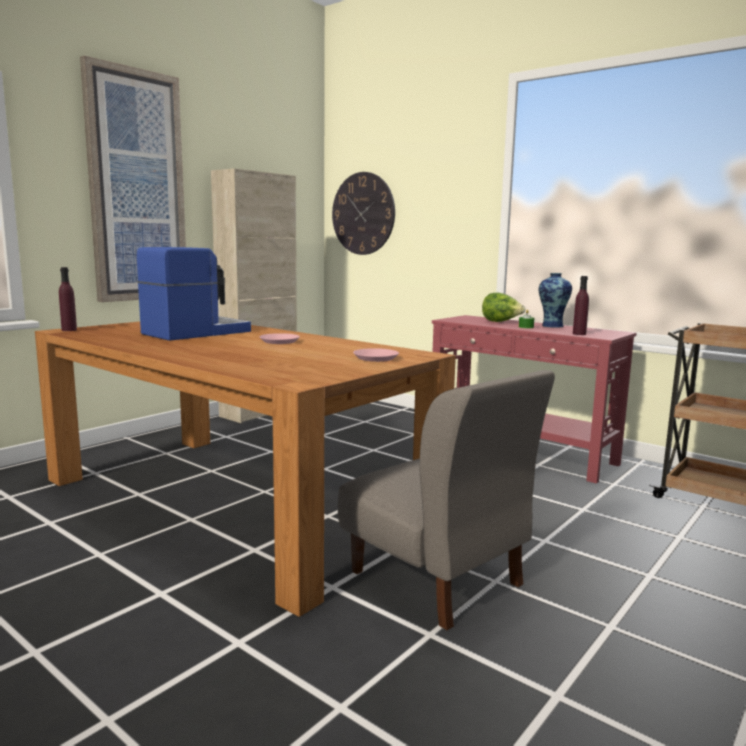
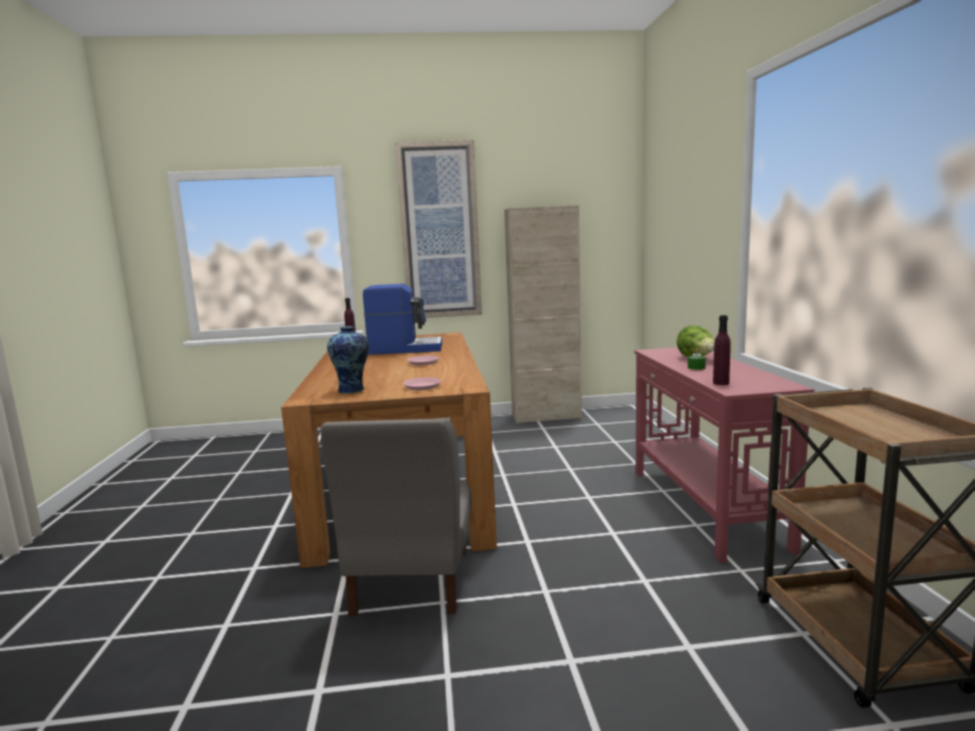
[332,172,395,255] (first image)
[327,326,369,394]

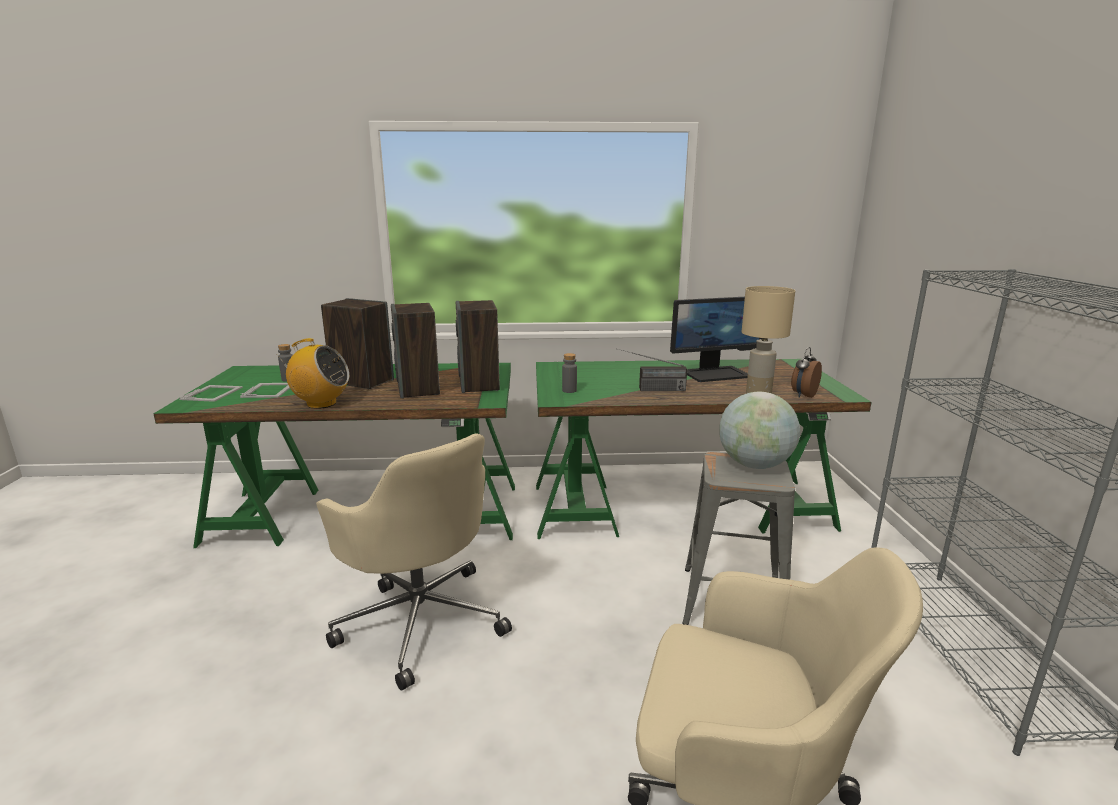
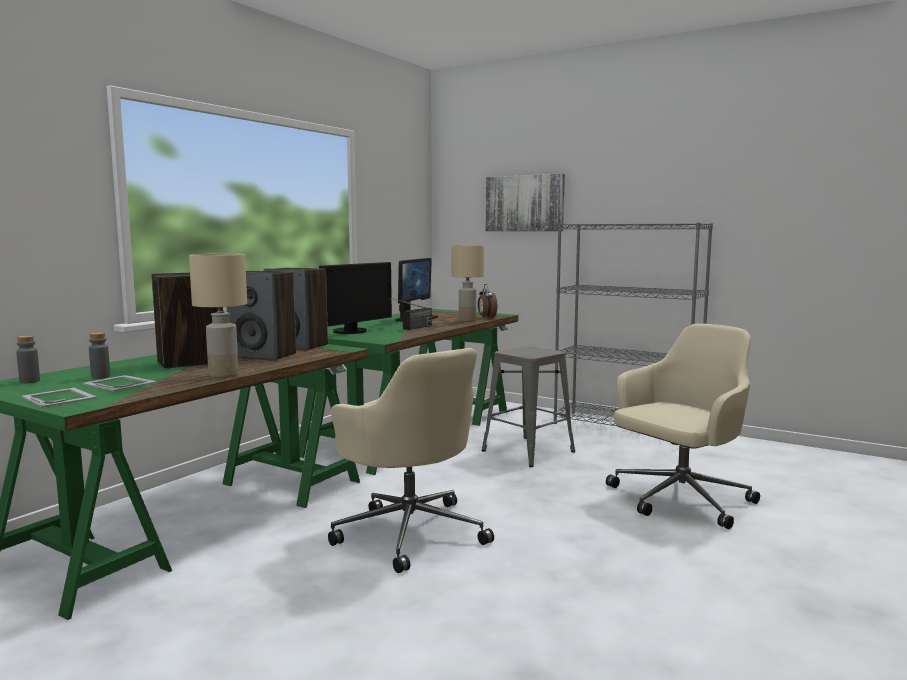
[719,392,800,469] (first image)
[319,262,392,334]
[486,174,565,231]
[16,335,40,383]
[189,254,247,378]
[328,348,494,573]

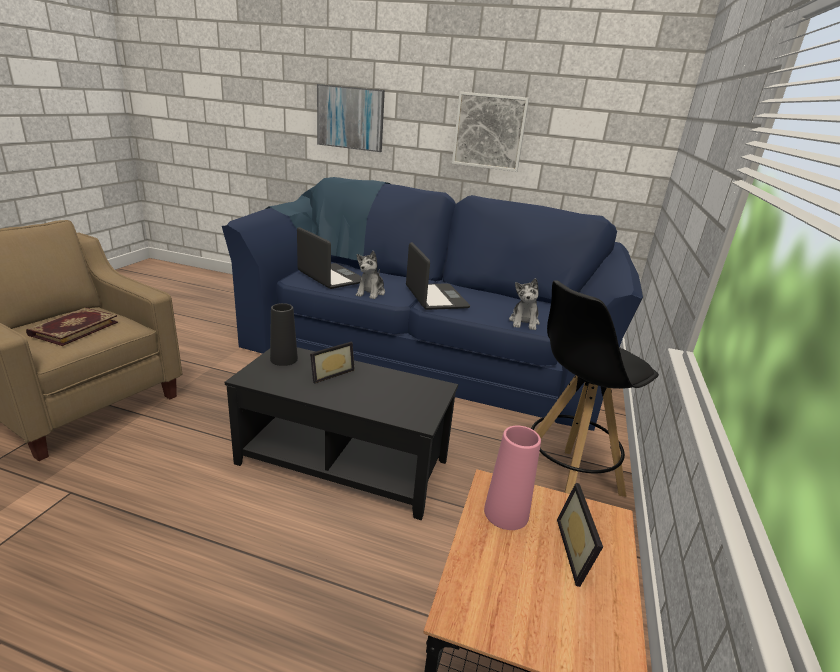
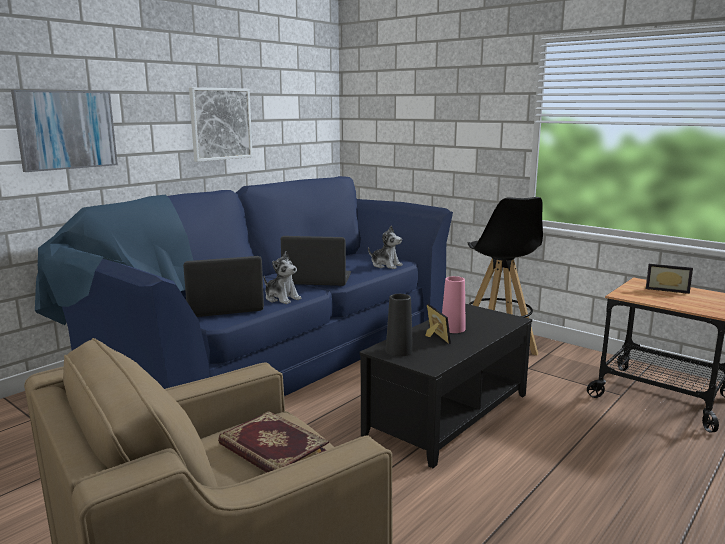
[442,276,466,333]

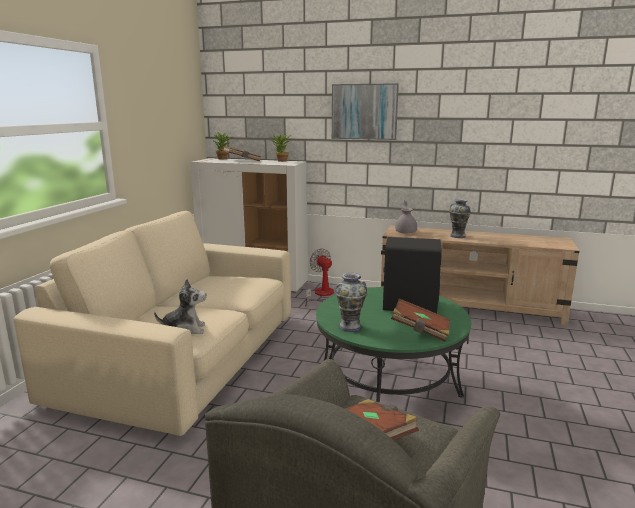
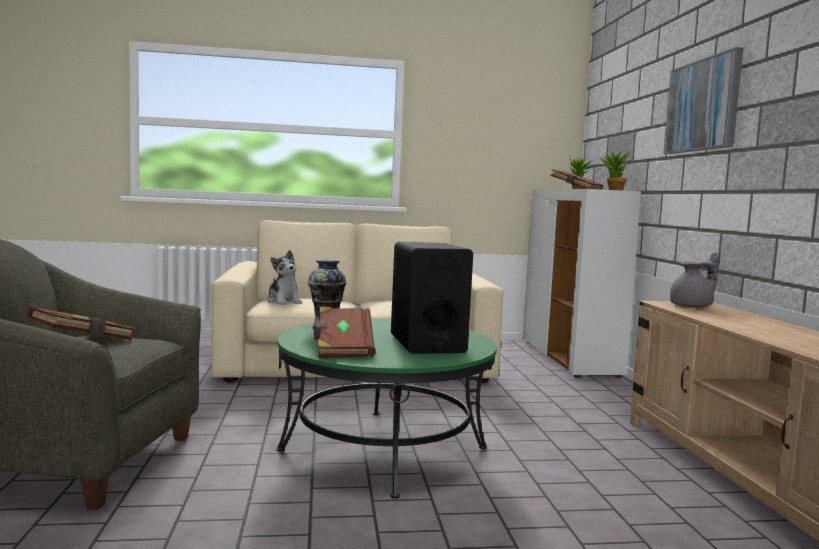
[305,248,334,306] (first image)
[449,199,471,238] (first image)

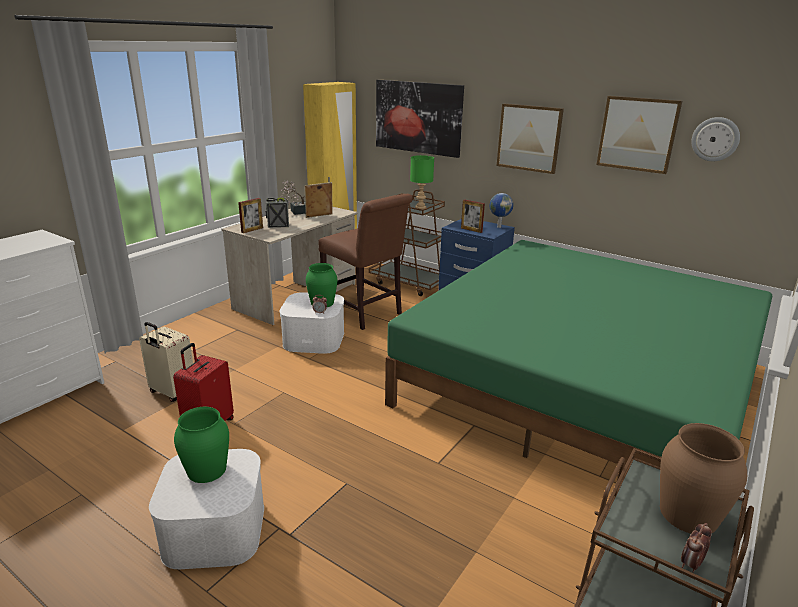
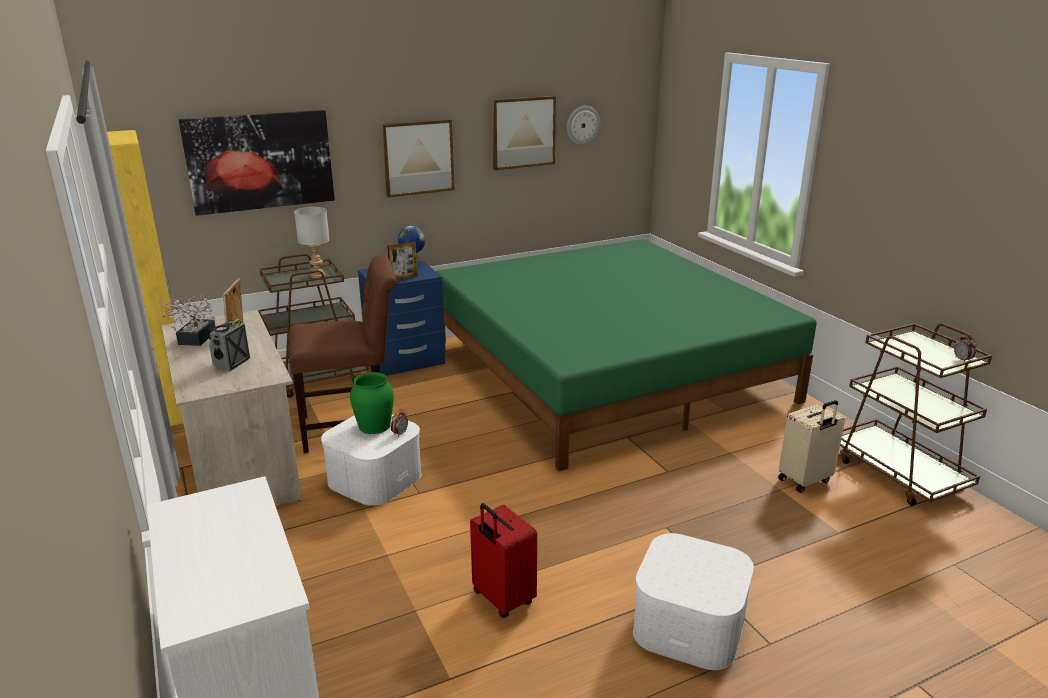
[174,407,229,483] (first image)
[238,198,263,233] (first image)
[660,423,747,534] (first image)
[778,400,845,493]
[294,207,330,278]

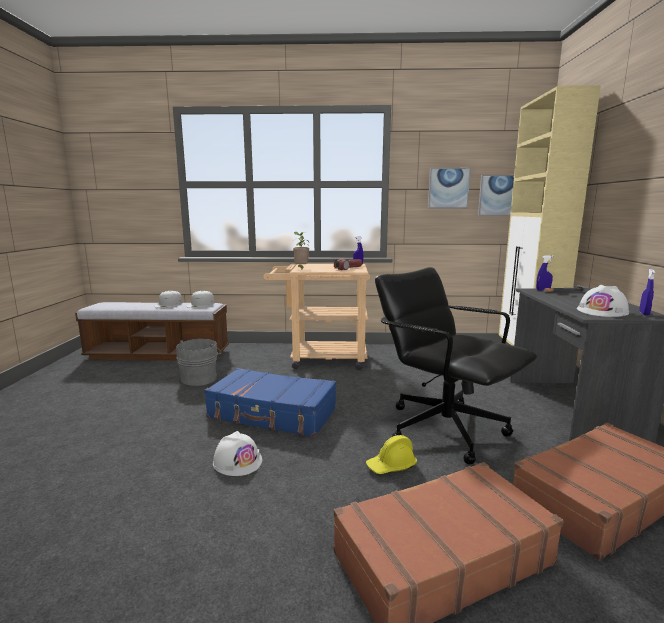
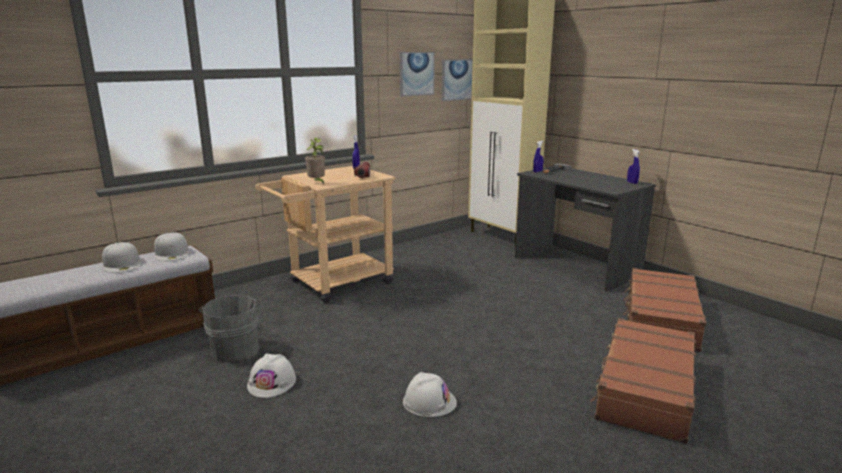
[204,368,336,437] (first image)
[366,435,417,474] (first image)
[375,267,537,464] (first image)
[247,354,296,398]

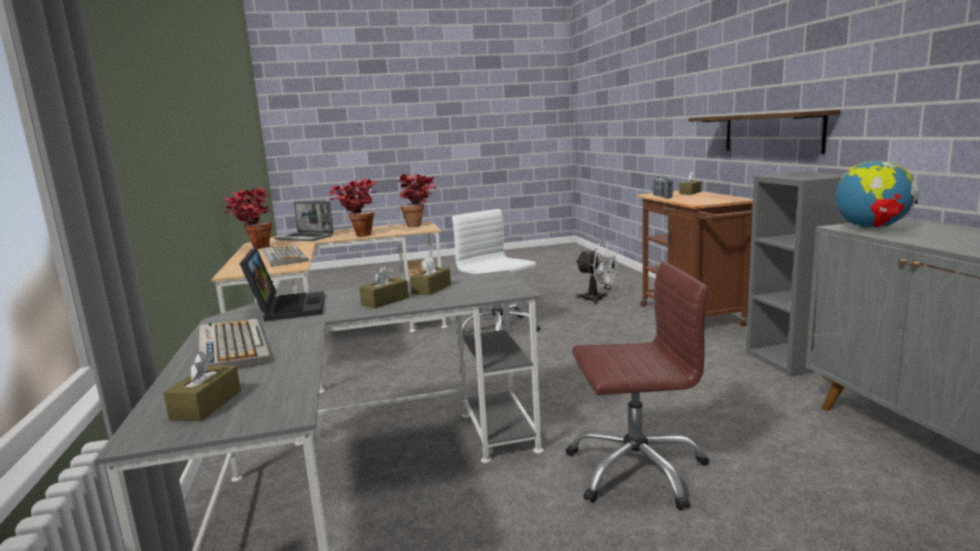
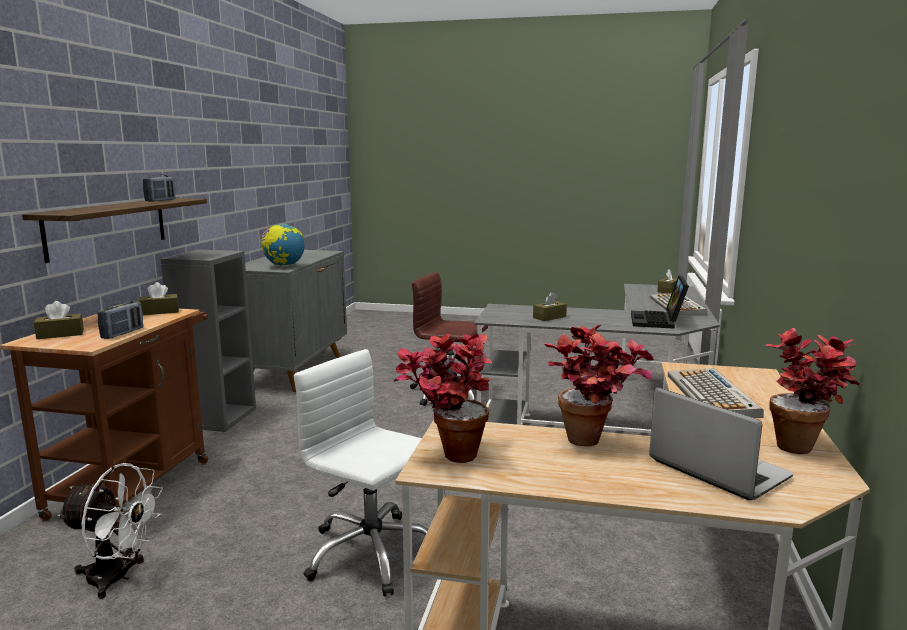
[143,174,176,202]
[139,282,179,315]
[294,349,428,596]
[57,463,163,599]

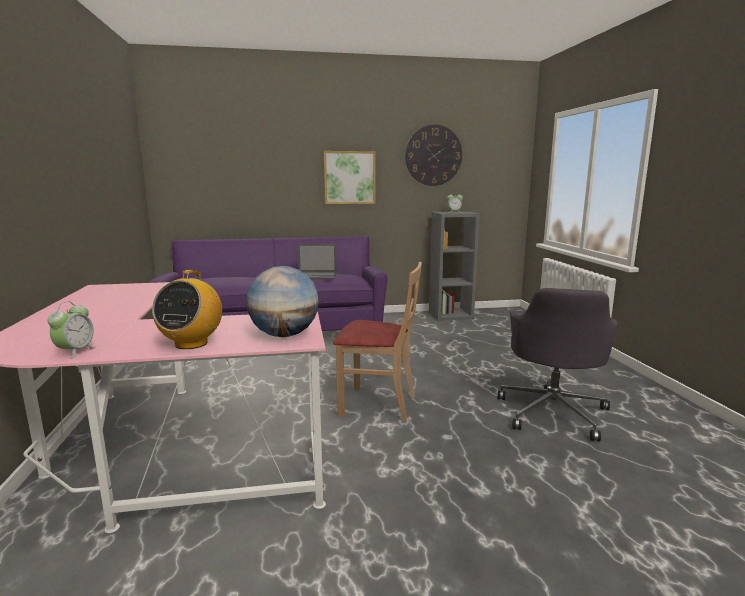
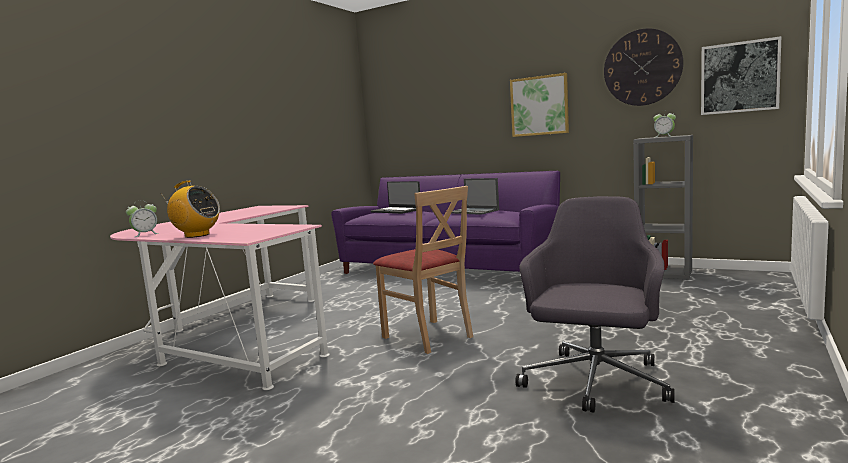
[246,266,319,337] (first image)
[371,181,420,214]
[701,36,781,115]
[160,181,220,238]
[516,196,675,413]

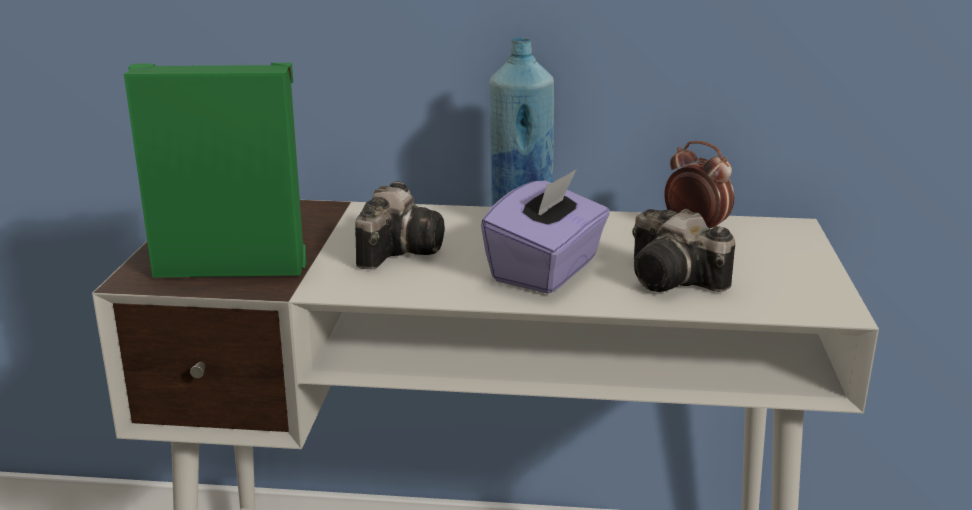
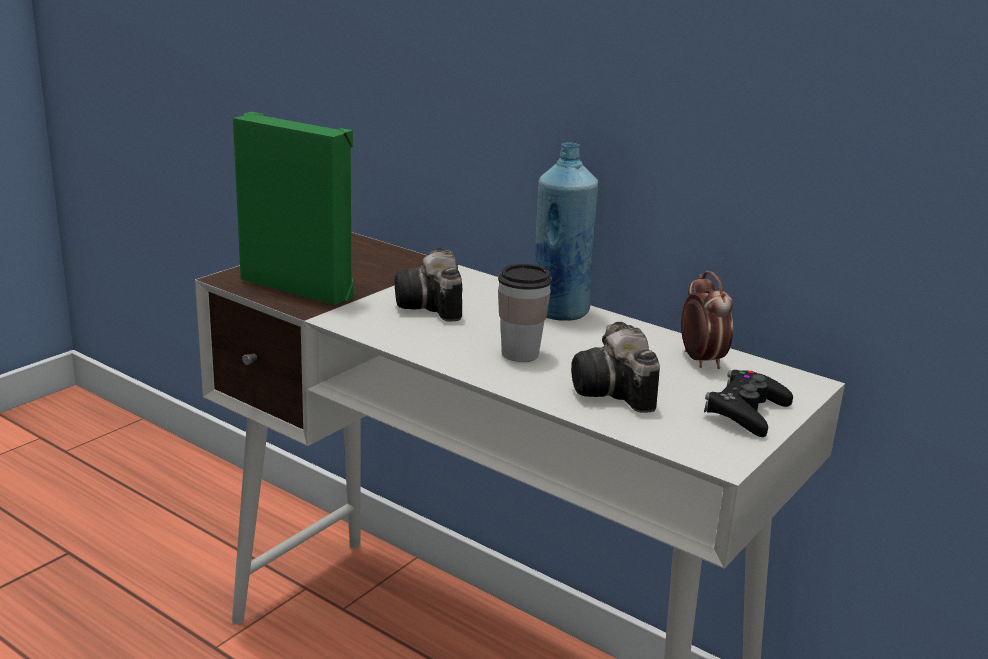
[704,370,793,437]
[498,264,552,362]
[395,248,462,321]

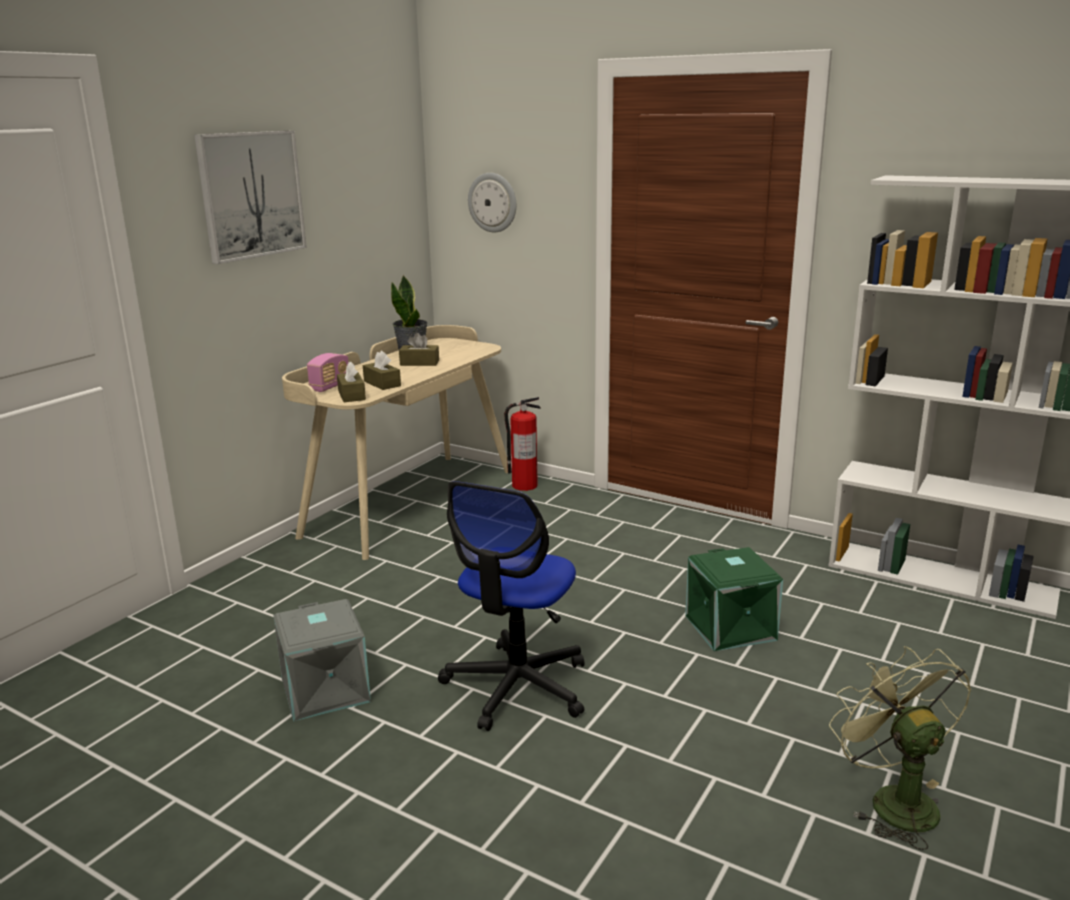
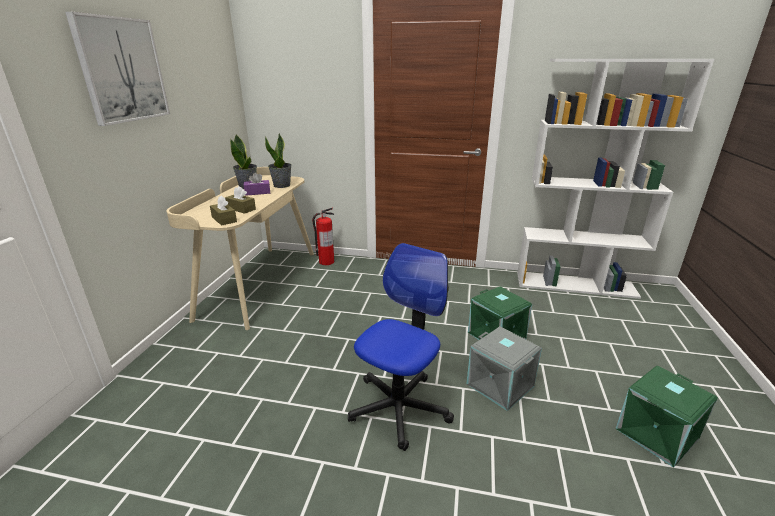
[307,353,349,392] (first image)
[468,173,516,233] (first image)
[265,133,291,188]
[466,326,542,411]
[615,366,718,468]
[244,173,270,196]
[348,243,454,451]

